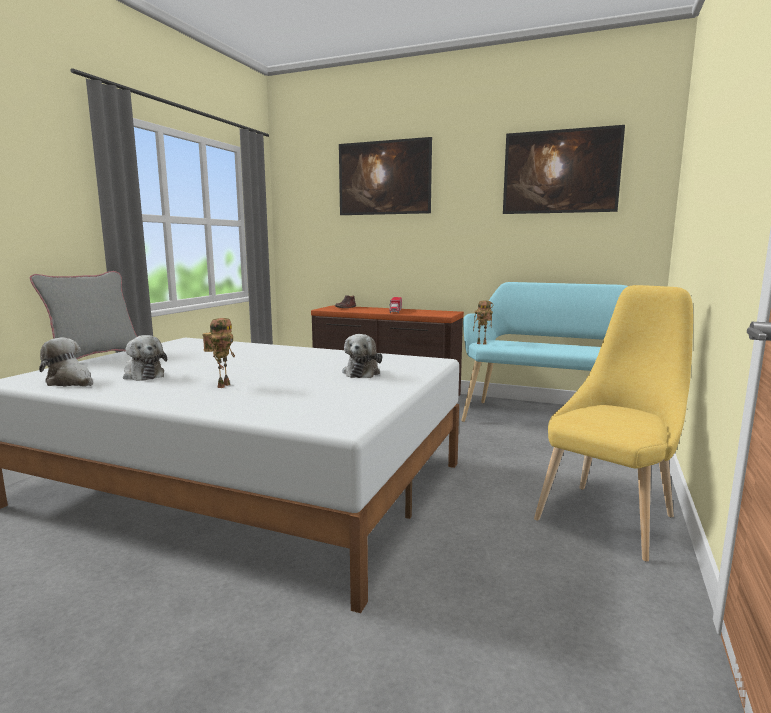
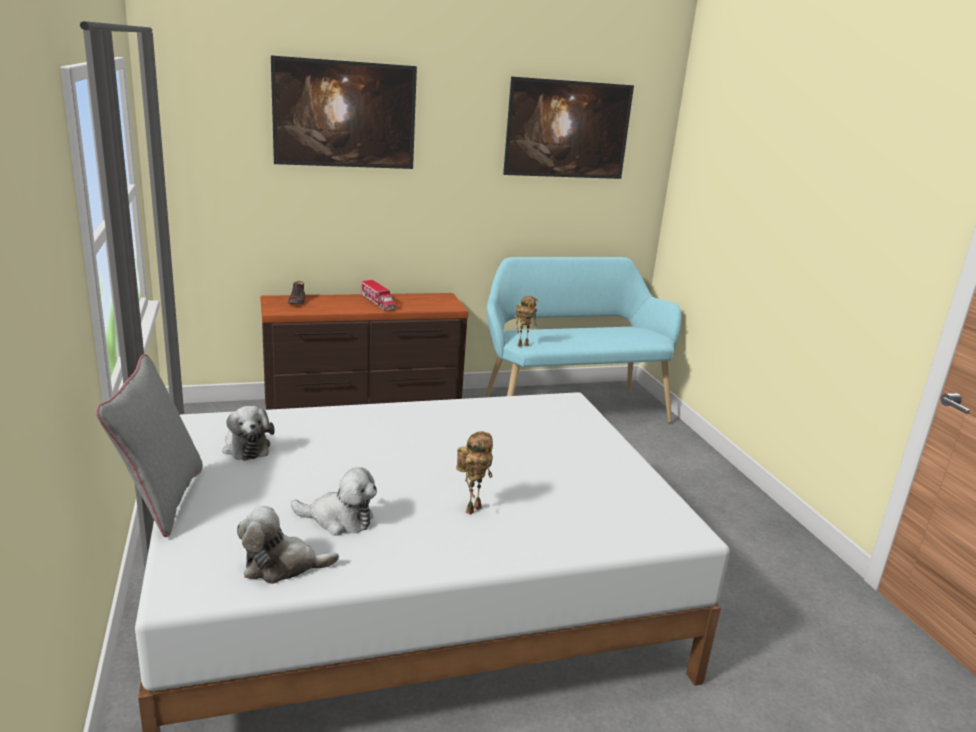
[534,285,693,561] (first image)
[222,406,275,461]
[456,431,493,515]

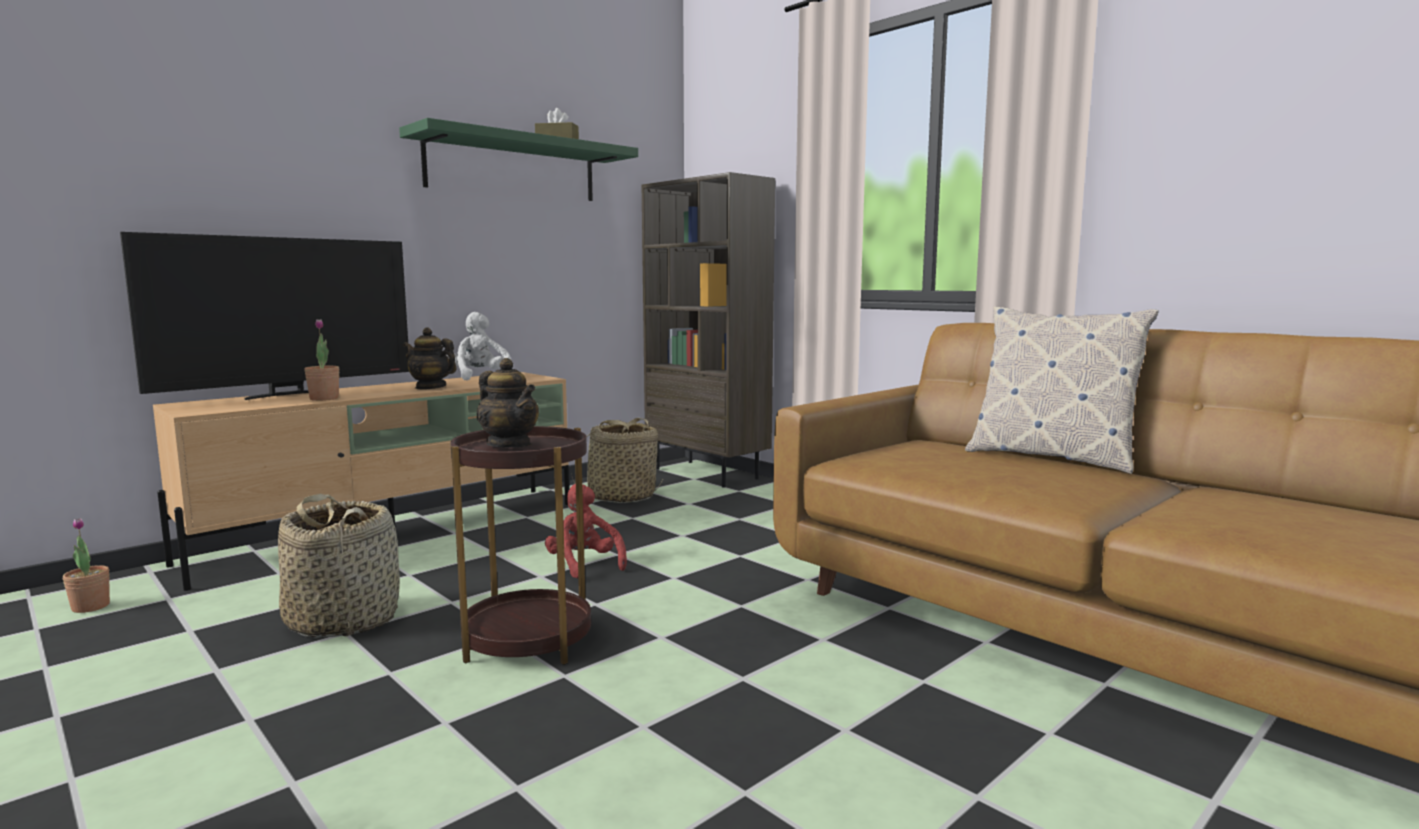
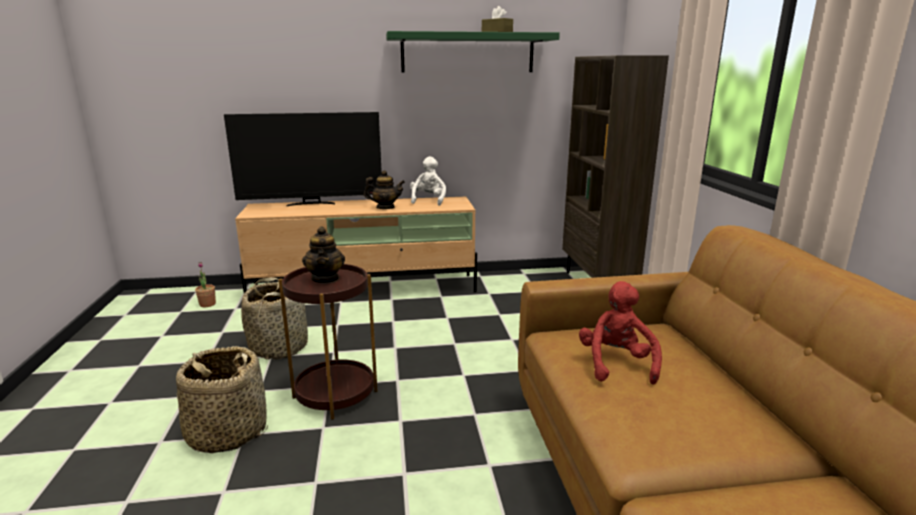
[304,319,339,401] (first image)
[965,306,1159,474] (first image)
[579,281,662,385]
[176,346,268,454]
[364,170,405,209]

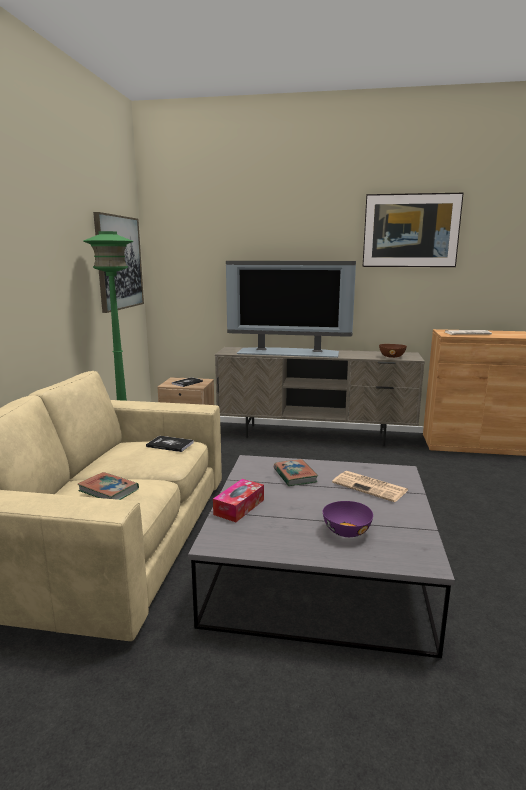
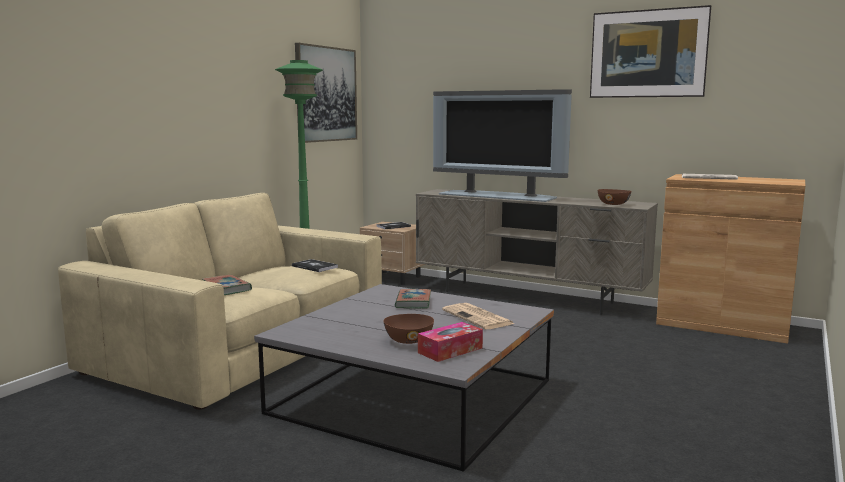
[418,322,483,362]
[383,314,434,344]

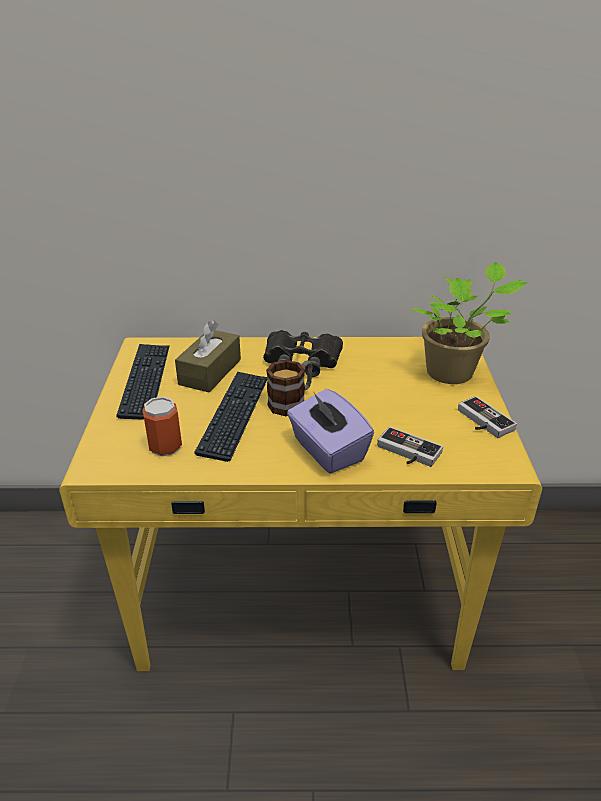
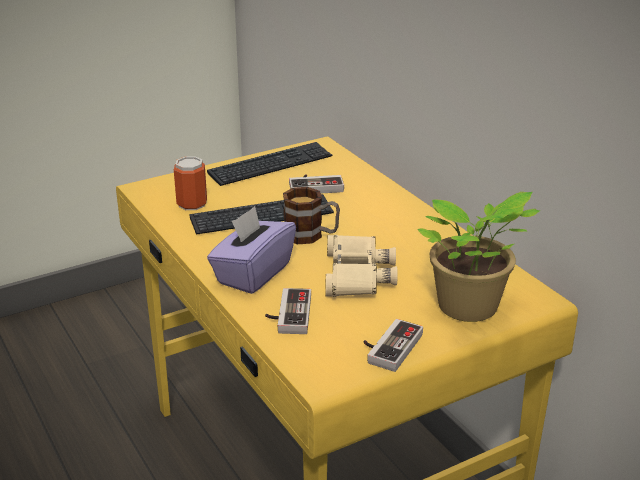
[263,330,343,377] (first image)
[325,235,398,297]
[289,174,344,194]

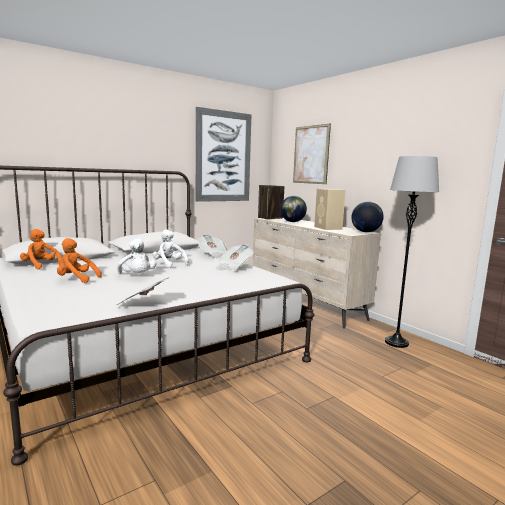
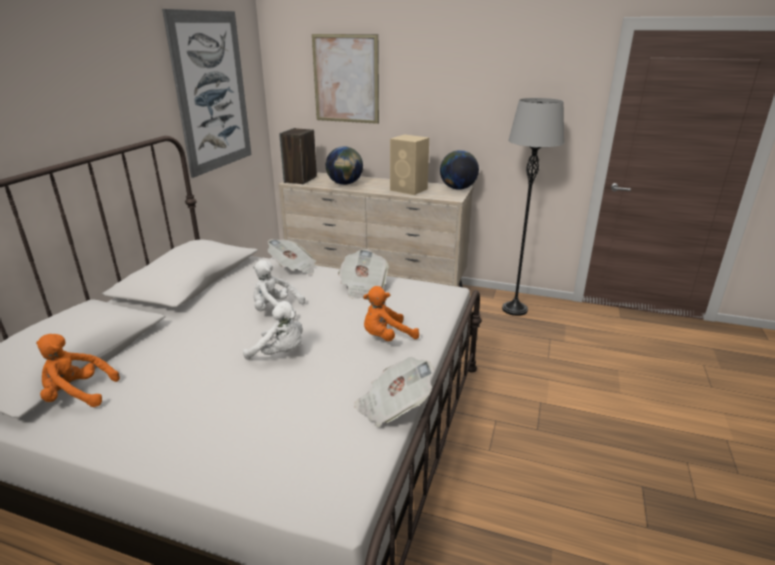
[363,286,419,341]

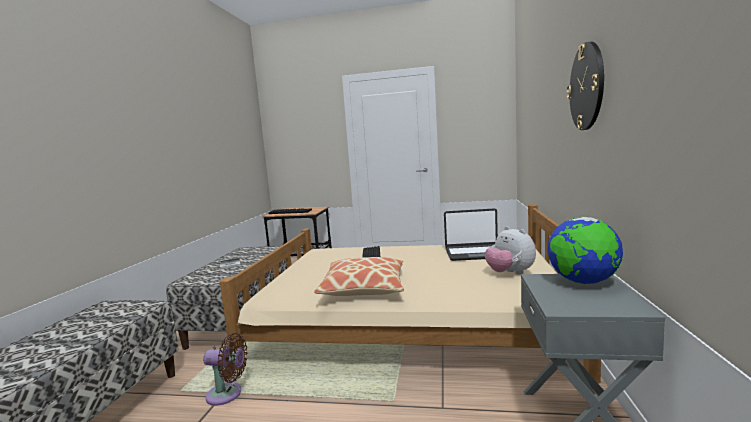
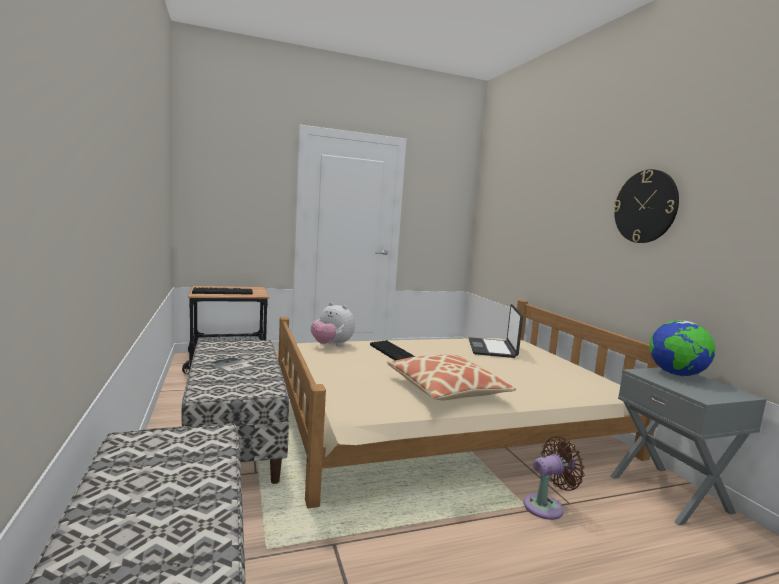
[524,436,585,520]
[311,302,355,346]
[469,304,523,358]

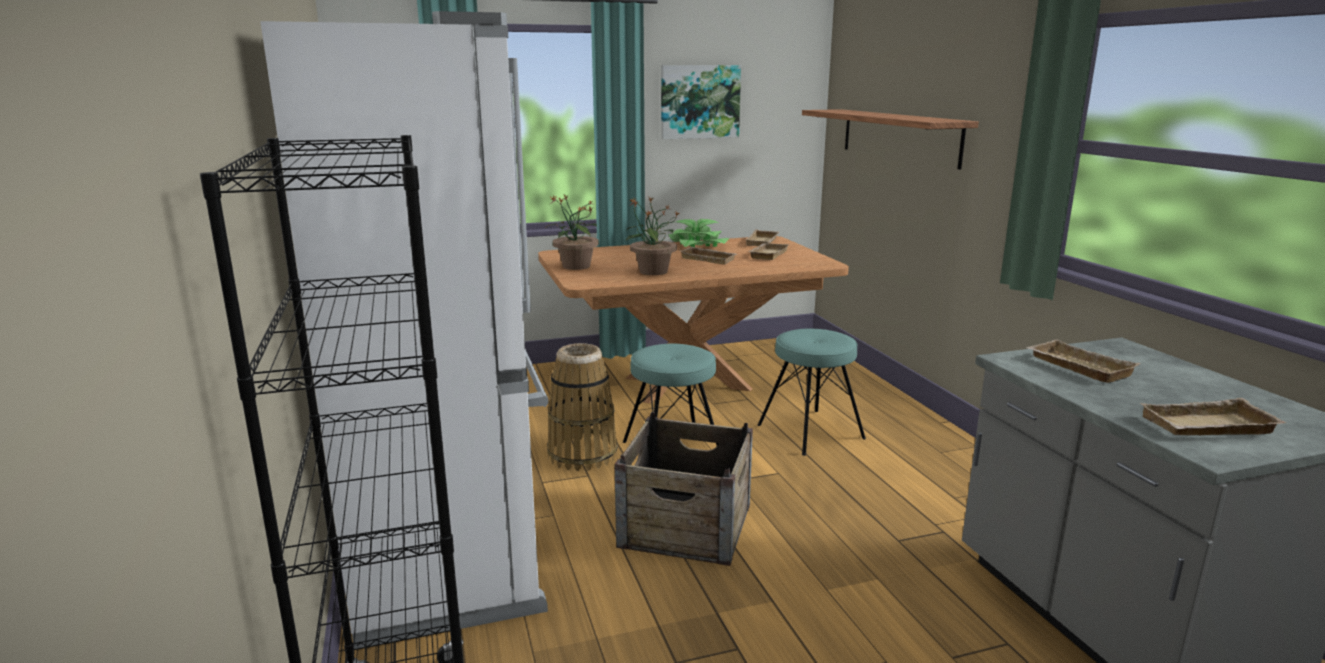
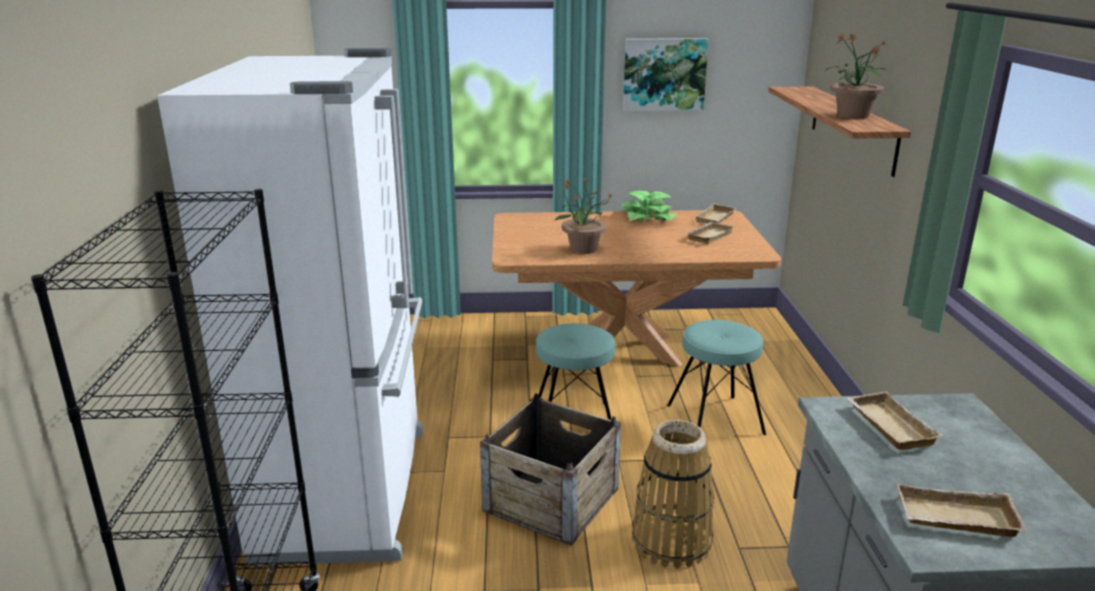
[679,247,737,264] (first image)
[824,33,886,119]
[632,420,714,569]

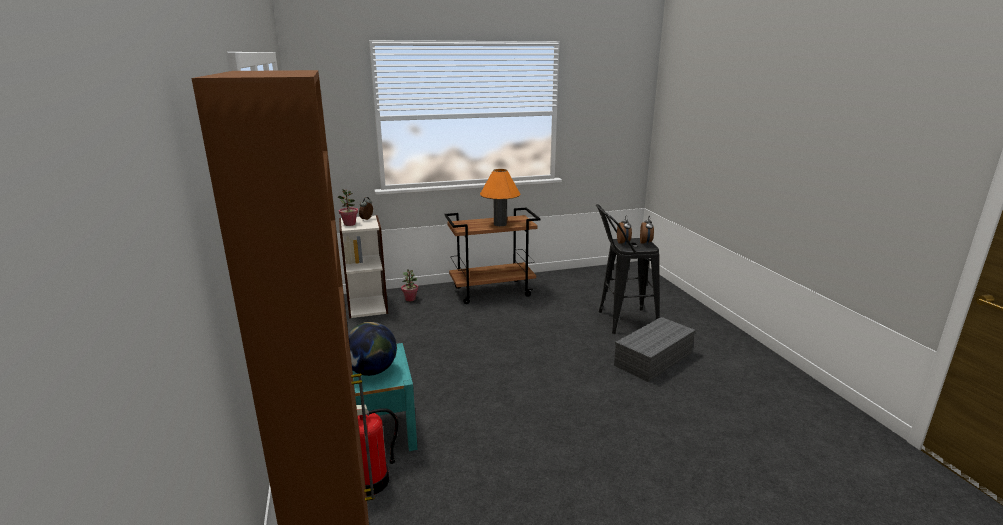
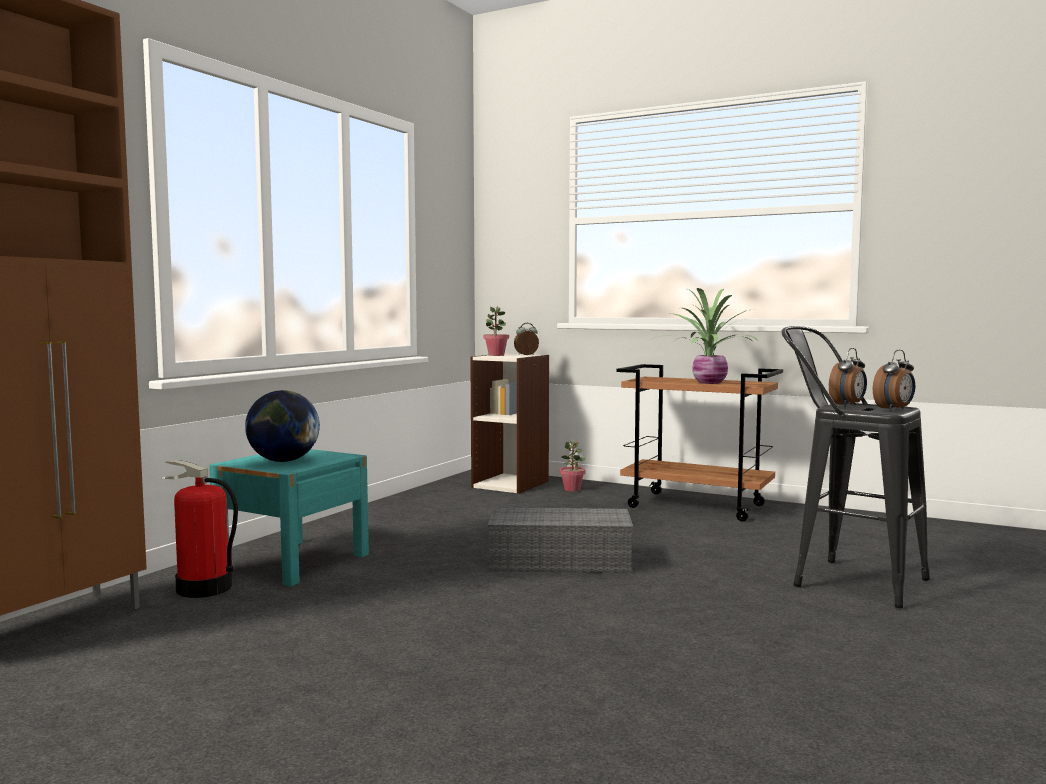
[488,507,633,573]
[649,288,758,384]

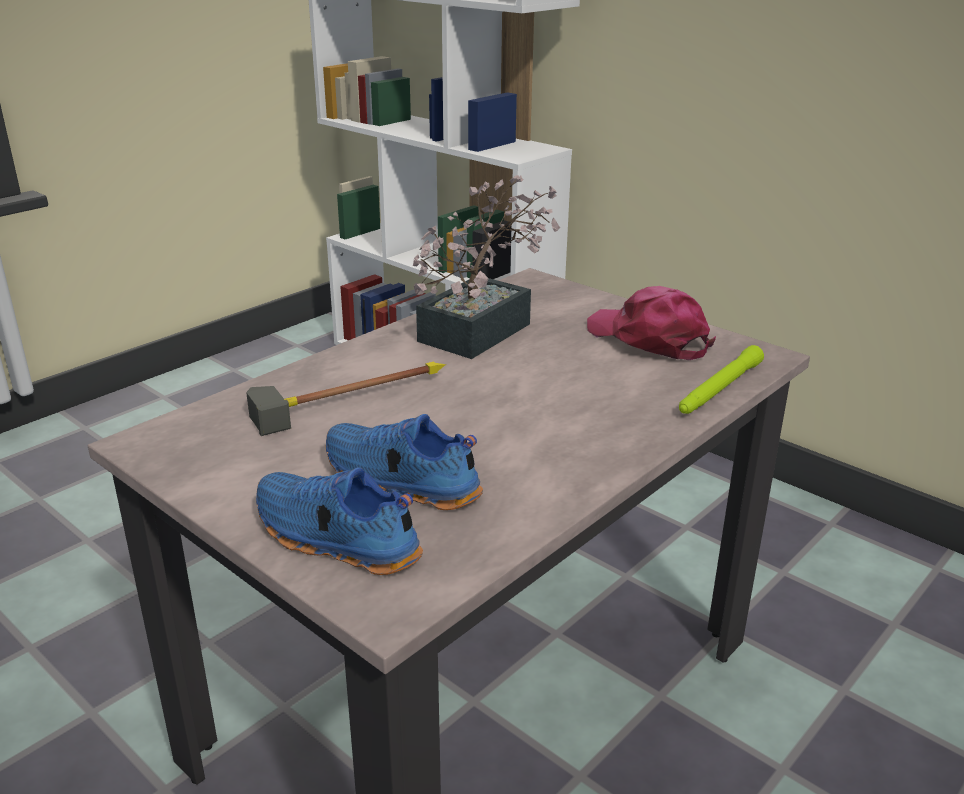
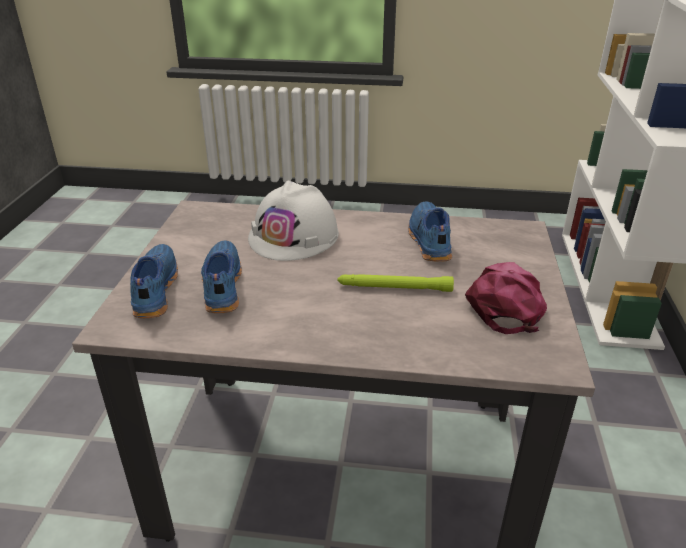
[337,274,454,292]
[248,180,339,261]
[408,202,452,262]

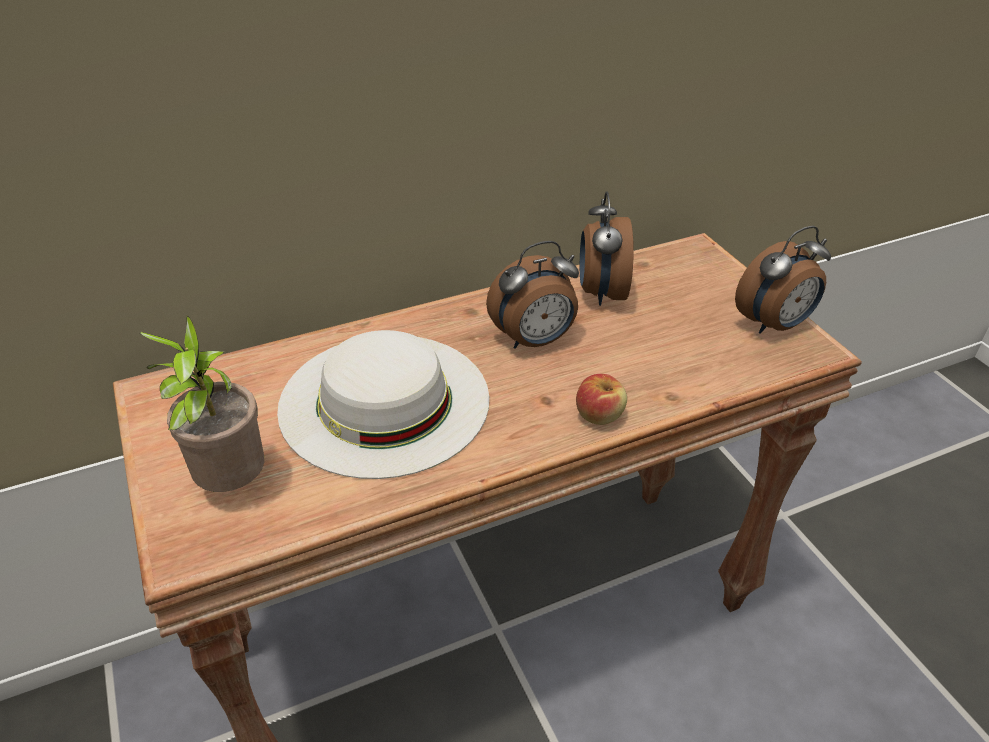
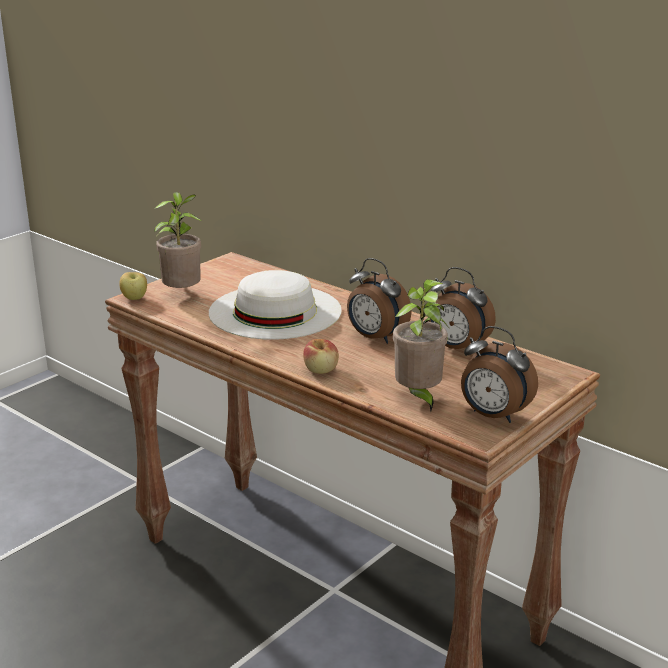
[120,272,147,300]
[393,279,448,411]
[428,267,496,349]

